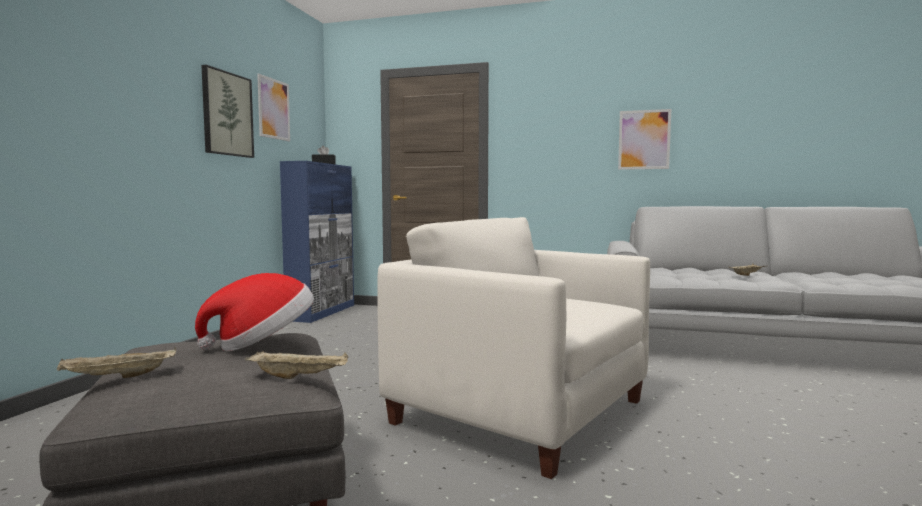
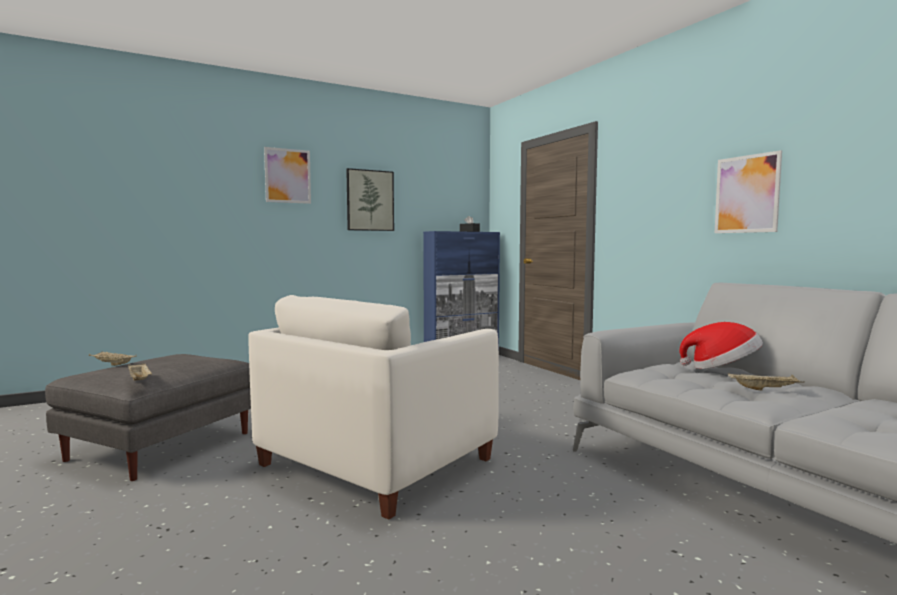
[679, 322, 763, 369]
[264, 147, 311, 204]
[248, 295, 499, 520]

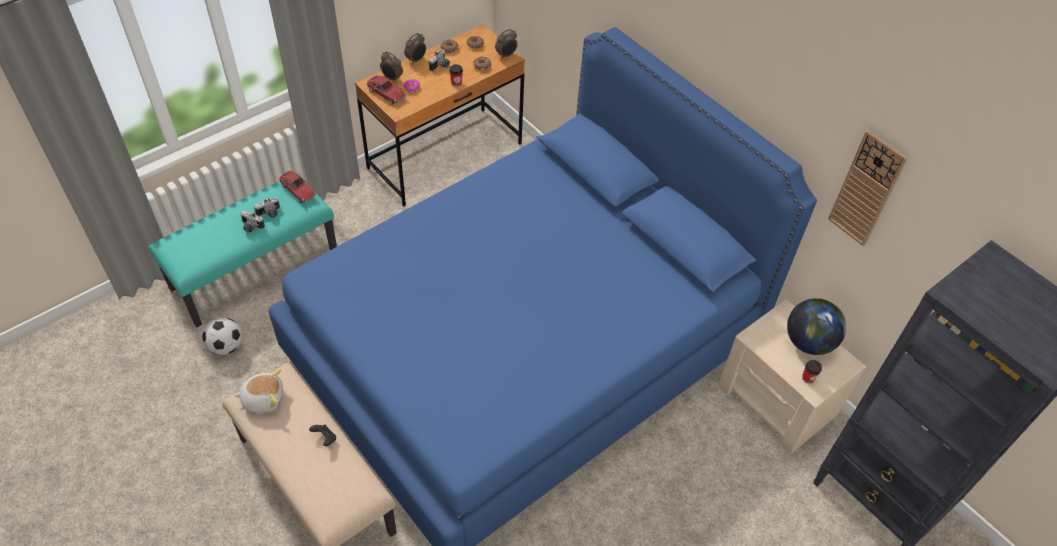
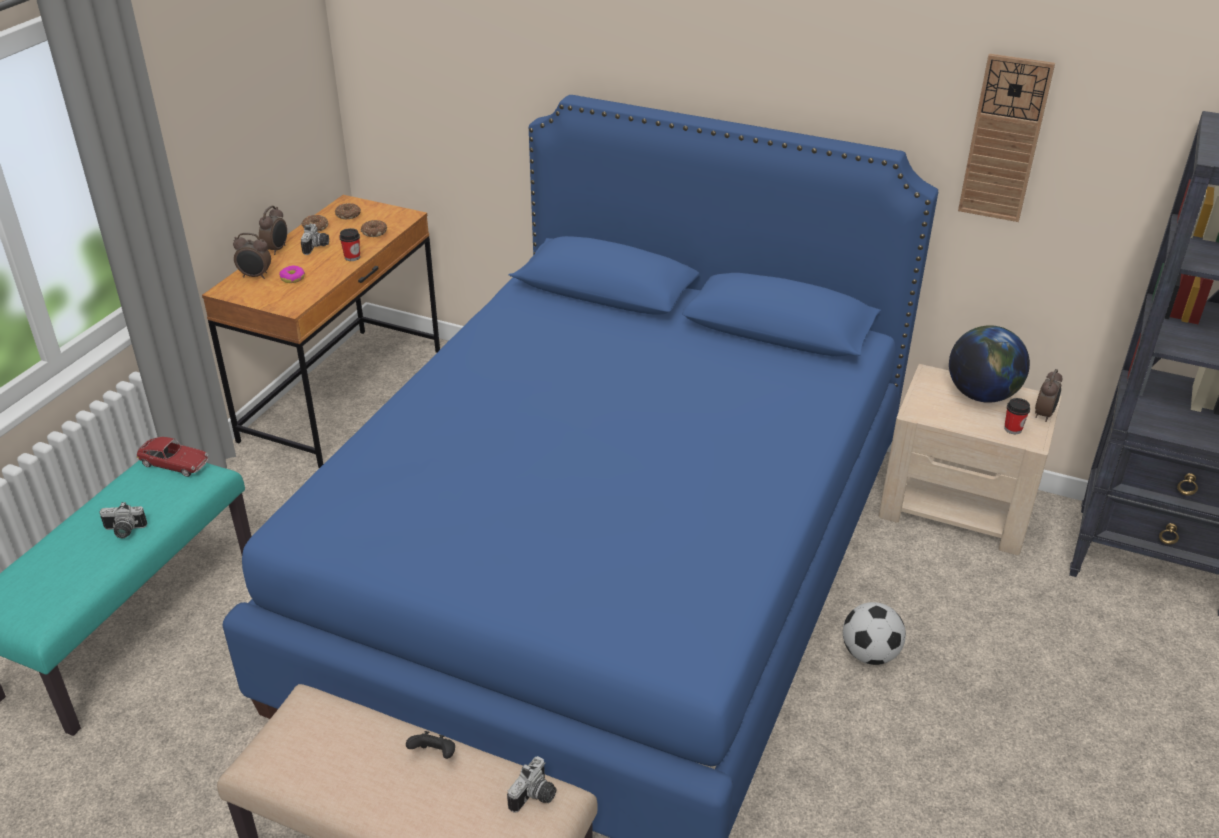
[843, 602, 906, 665]
[234, 369, 283, 413] (first image)
[507, 756, 556, 813]
[367, 75, 406, 105] (first image)
[1035, 369, 1062, 422]

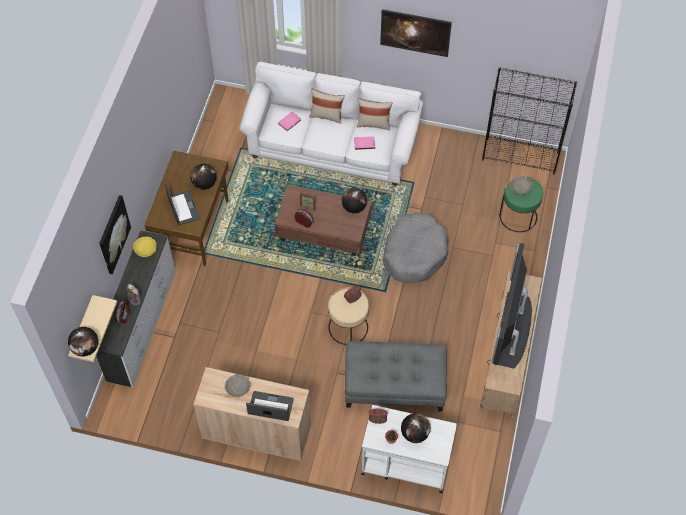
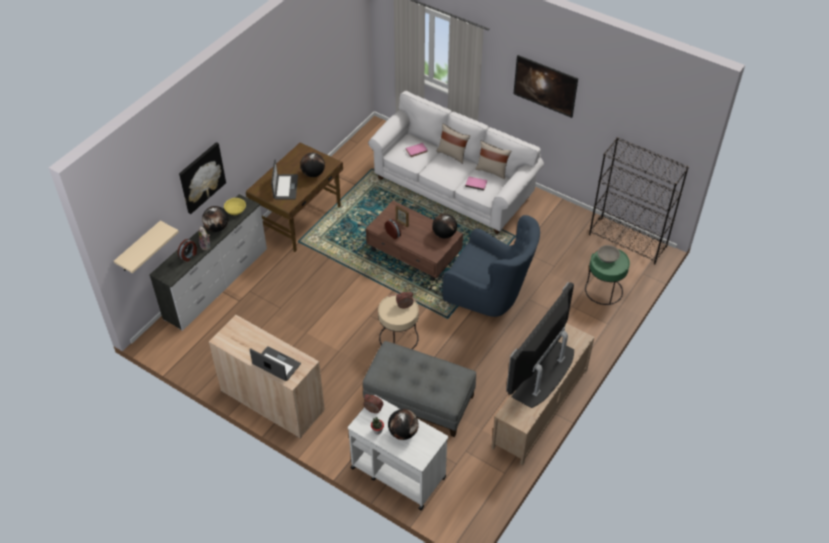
[202, 206, 228, 232]
[225, 374, 250, 397] (first image)
[443, 215, 540, 317]

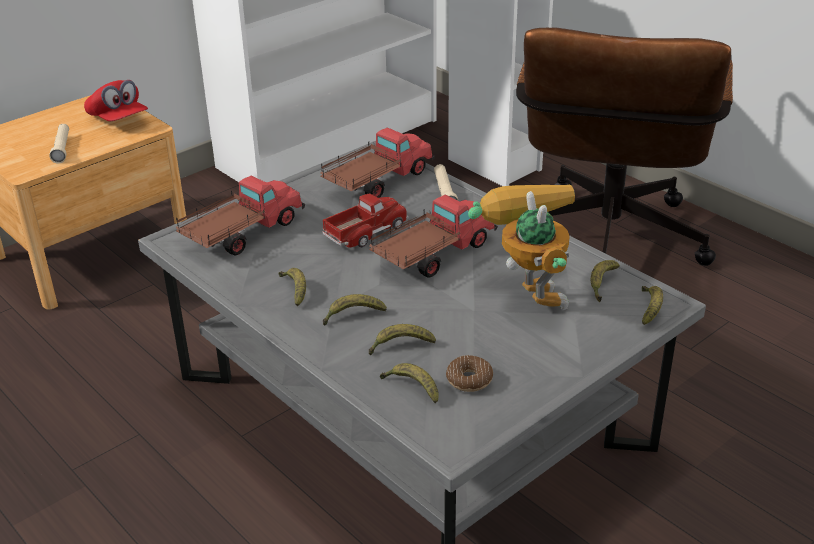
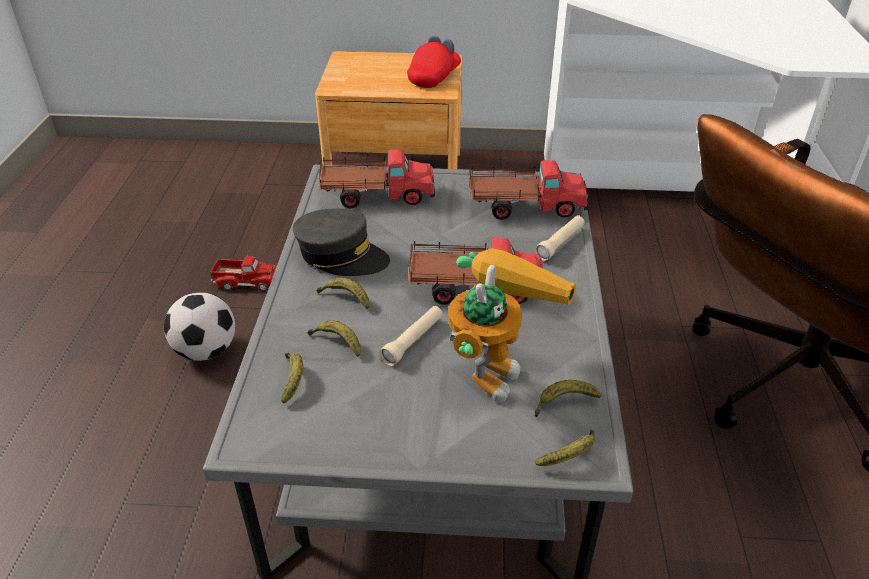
[379, 306, 443, 366]
[407, 36, 461, 88]
[293, 209, 390, 276]
[210, 256, 277, 291]
[446, 355, 493, 392] (first image)
[164, 293, 236, 361]

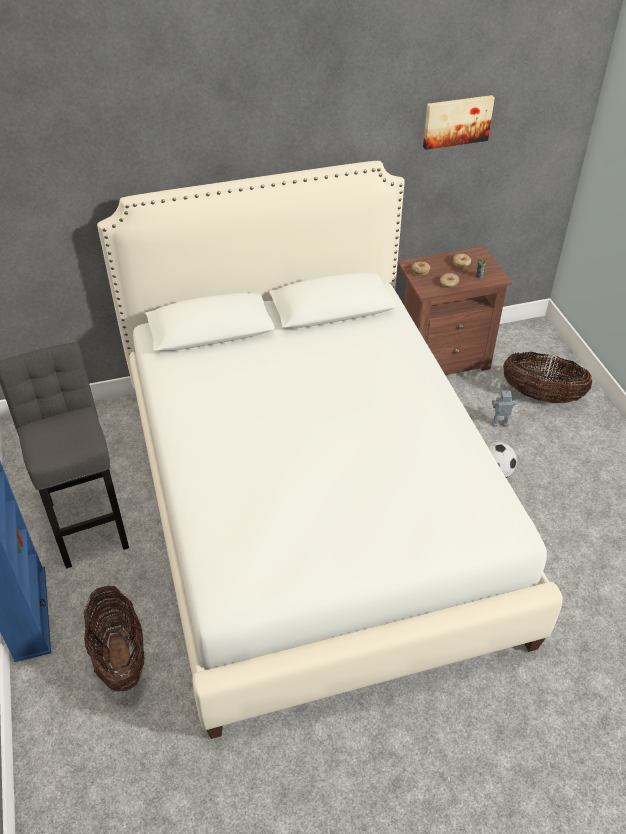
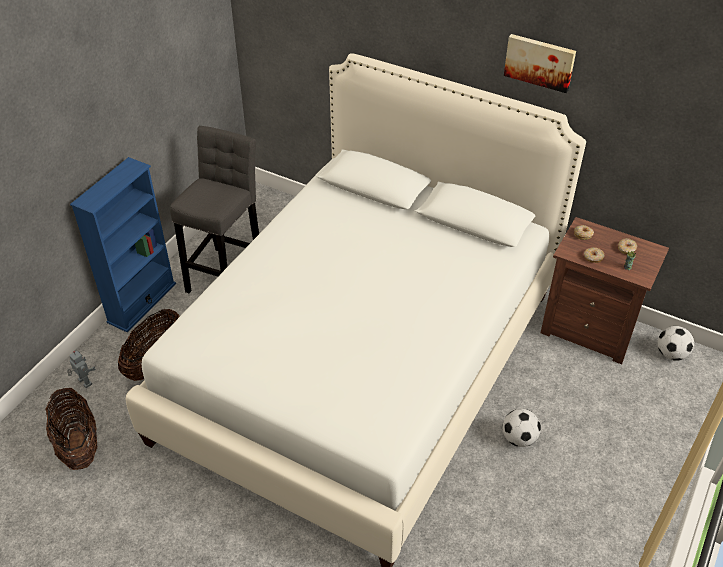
[504, 34, 576, 93]
[67, 351, 96, 388]
[45, 388, 97, 470]
[658, 326, 694, 361]

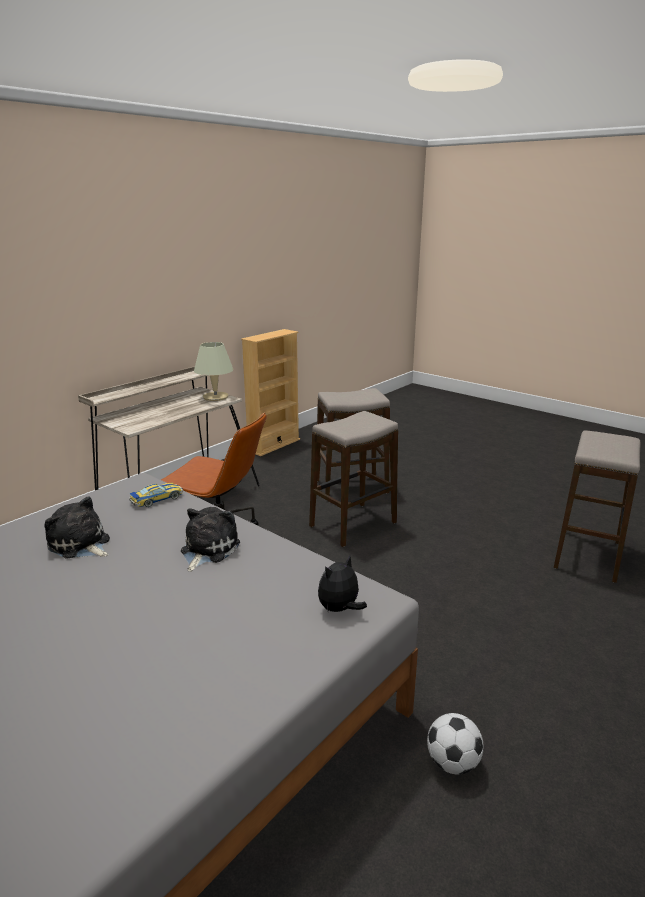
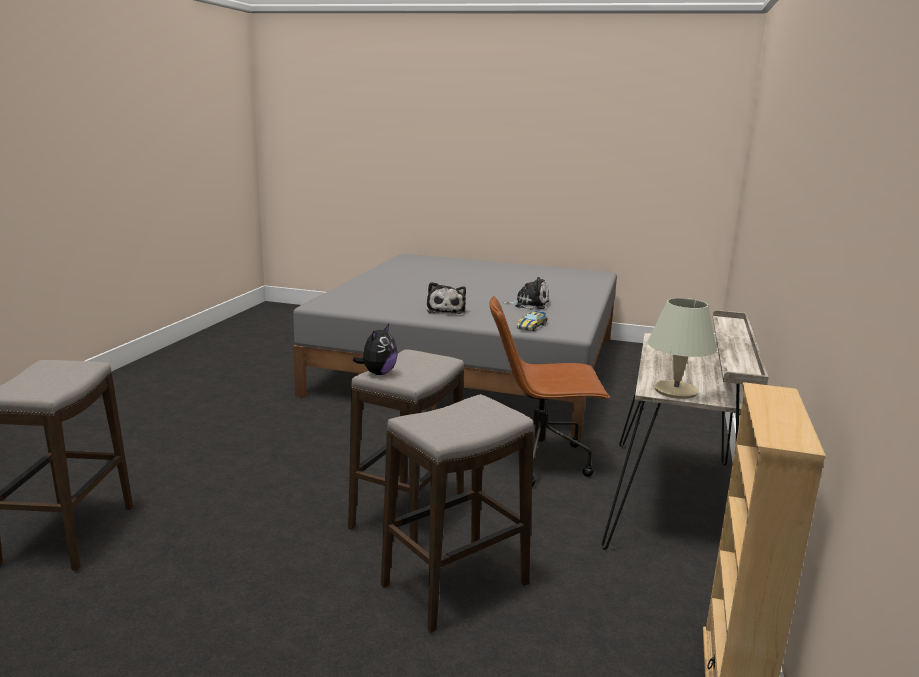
[353, 324, 397, 375]
[427, 713, 484, 775] (first image)

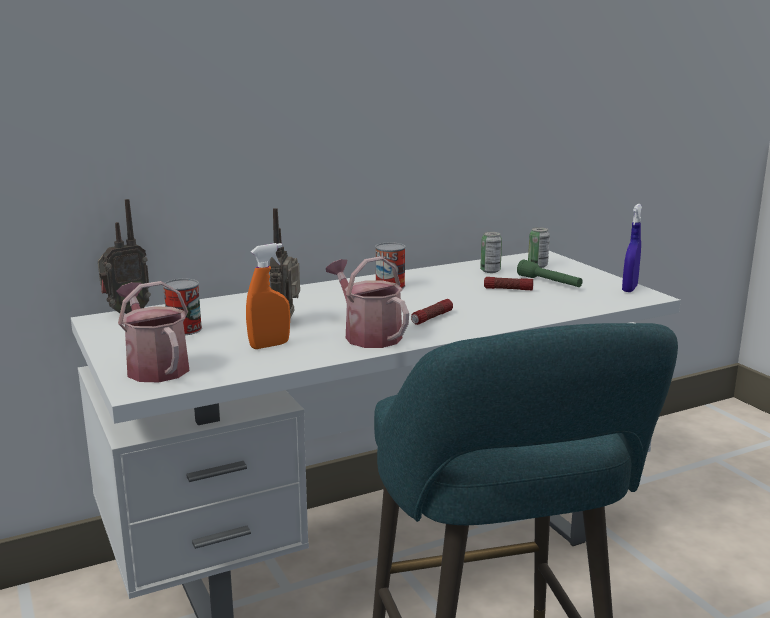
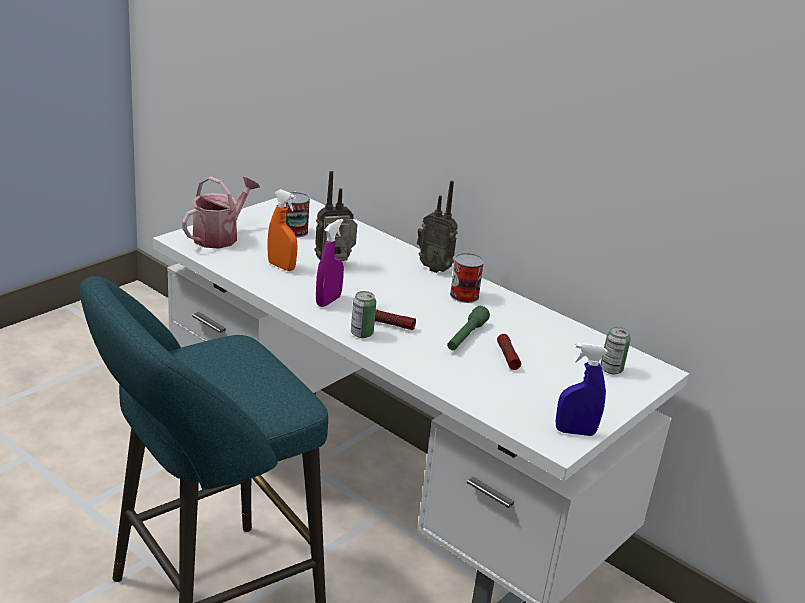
[417, 181, 458, 273]
[316, 219, 344, 307]
[351, 291, 376, 338]
[447, 306, 490, 350]

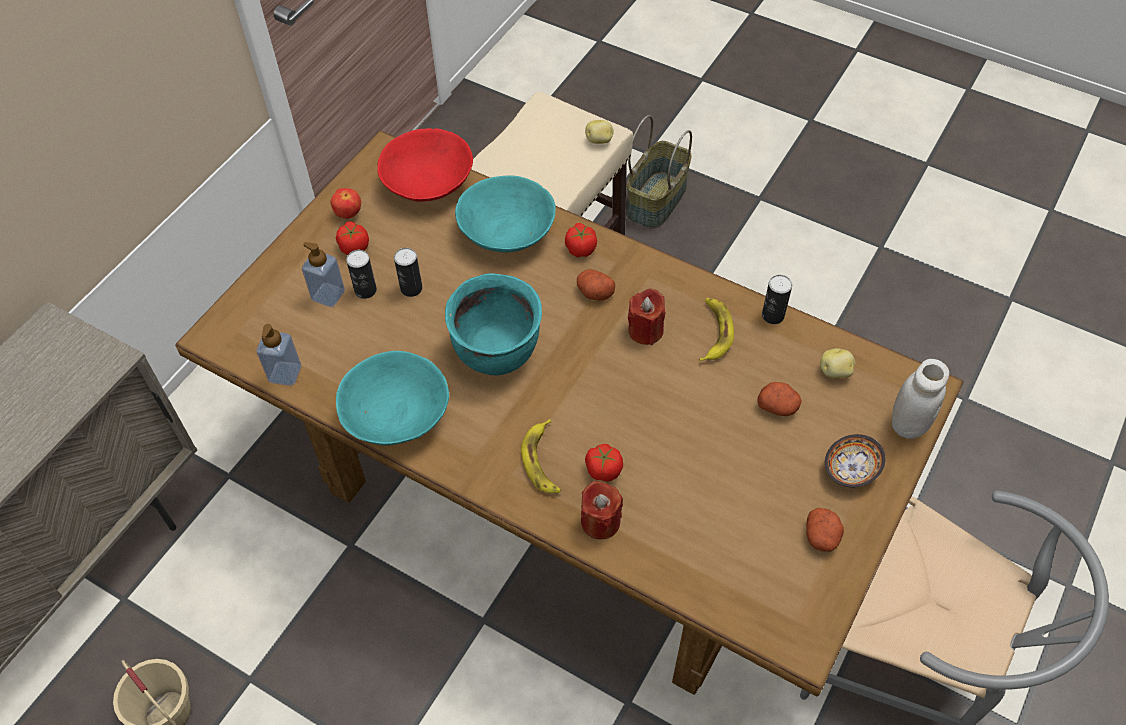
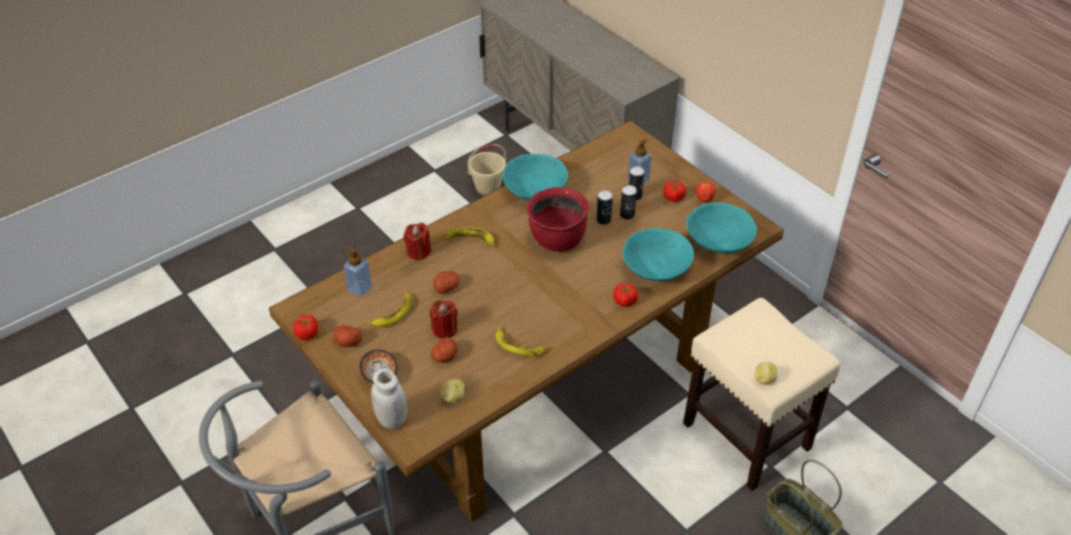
[343, 247, 372, 297]
[686, 202, 757, 254]
[526, 187, 589, 252]
[433, 271, 460, 294]
[293, 315, 318, 340]
[430, 300, 458, 339]
[596, 190, 613, 225]
[366, 292, 413, 327]

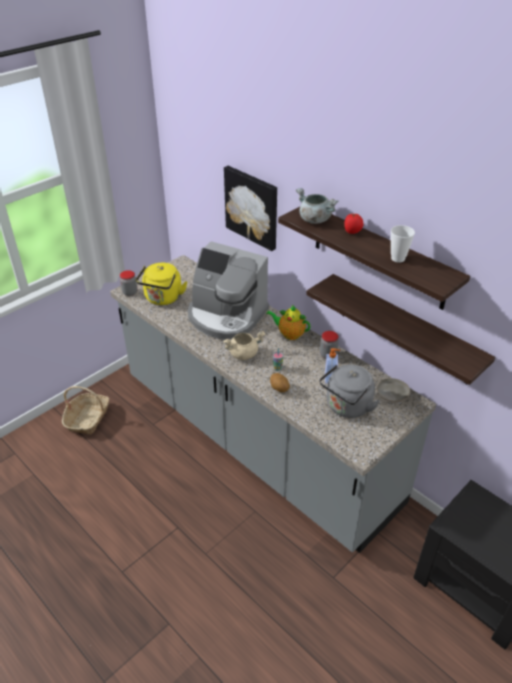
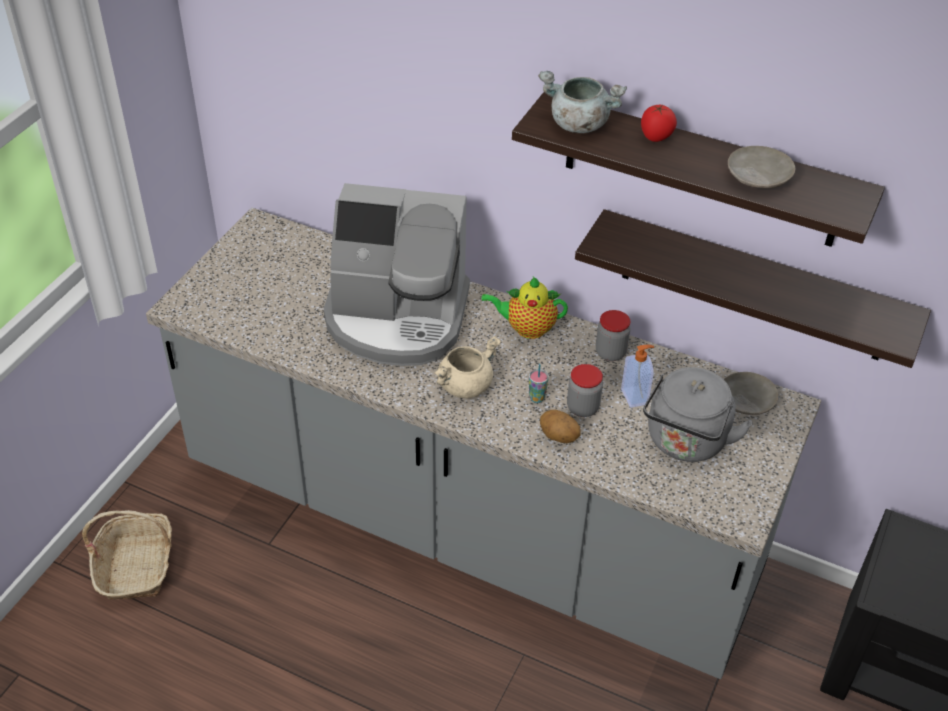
[567, 364, 603, 417]
[136, 263, 187, 305] (first image)
[224, 166, 277, 251] (first image)
[728, 146, 795, 188]

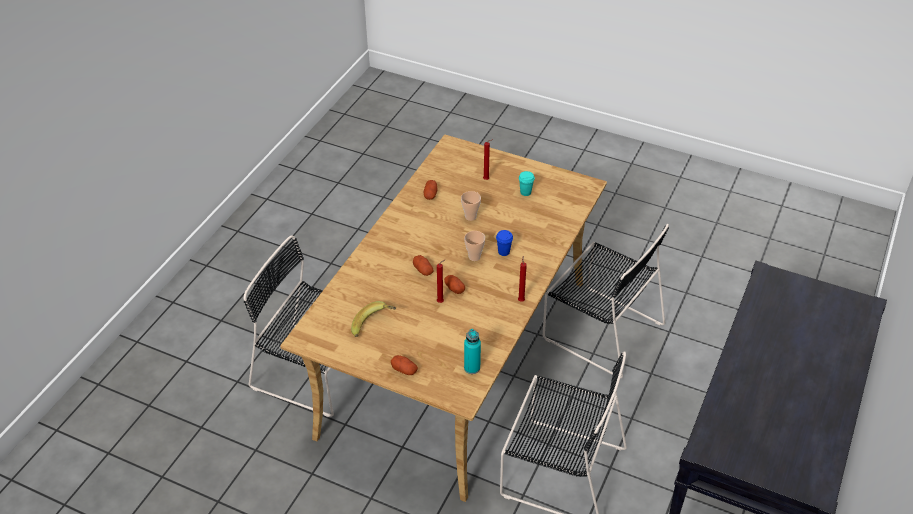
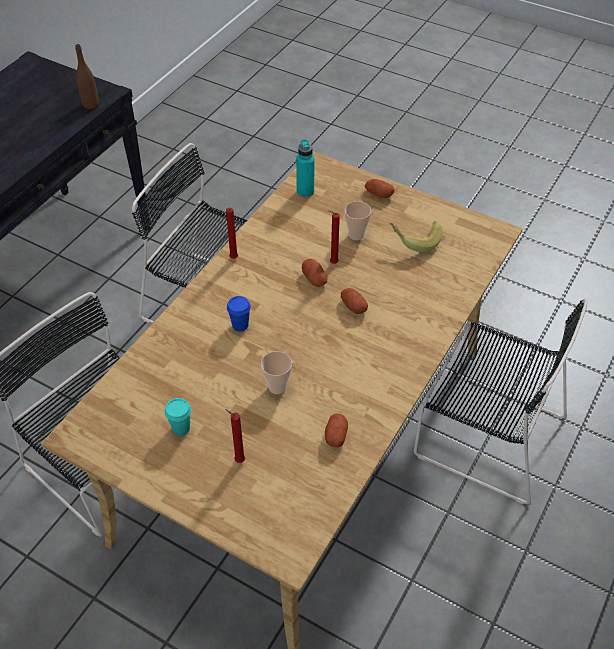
[345, 201, 371, 240]
[75, 44, 99, 109]

